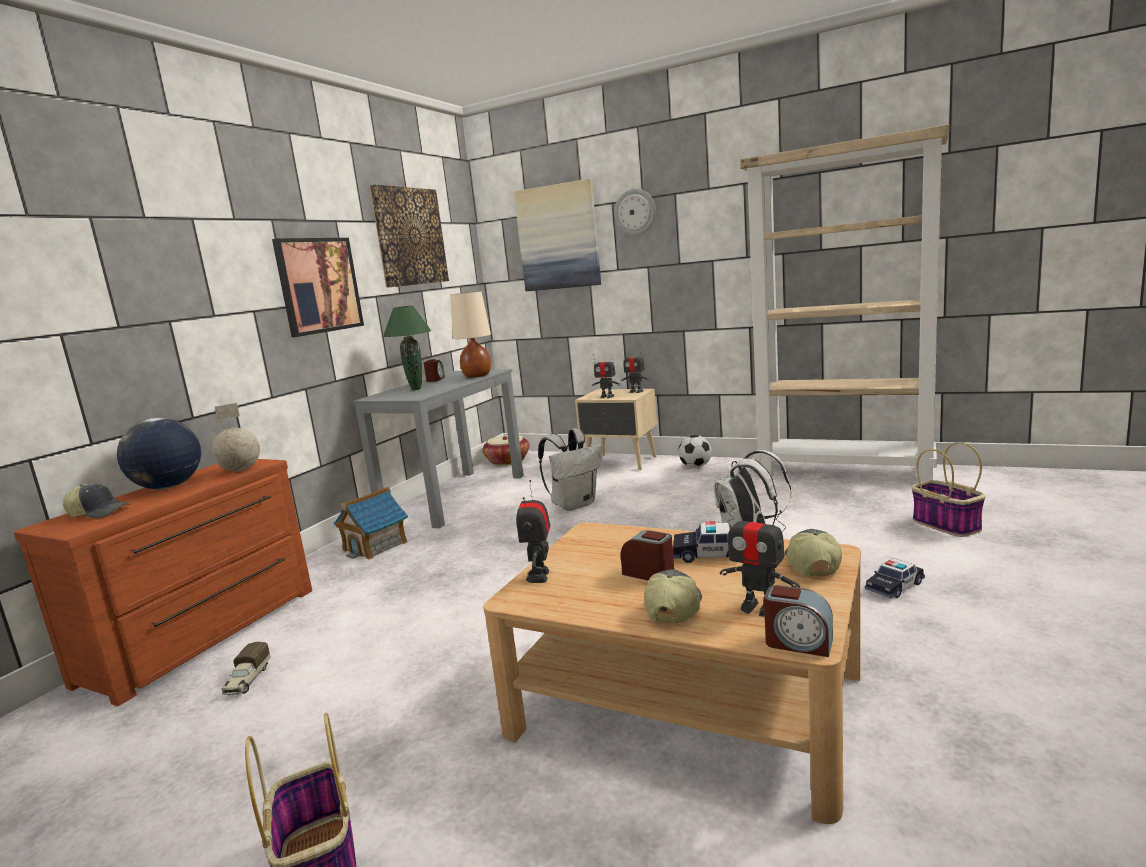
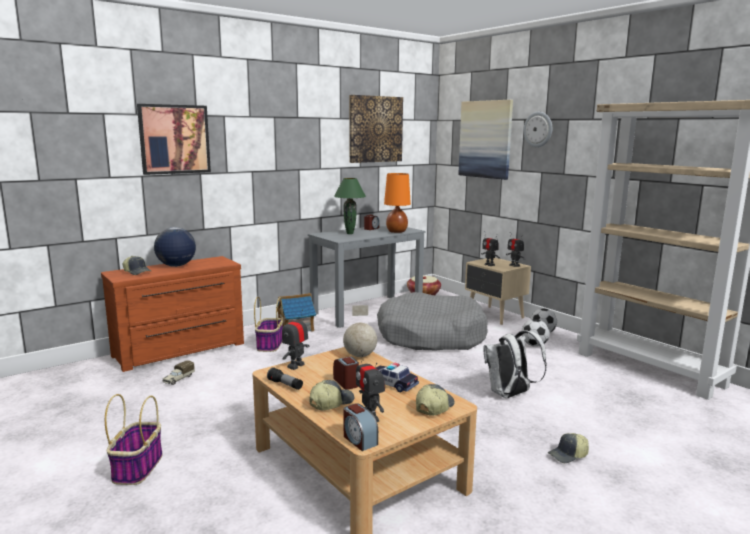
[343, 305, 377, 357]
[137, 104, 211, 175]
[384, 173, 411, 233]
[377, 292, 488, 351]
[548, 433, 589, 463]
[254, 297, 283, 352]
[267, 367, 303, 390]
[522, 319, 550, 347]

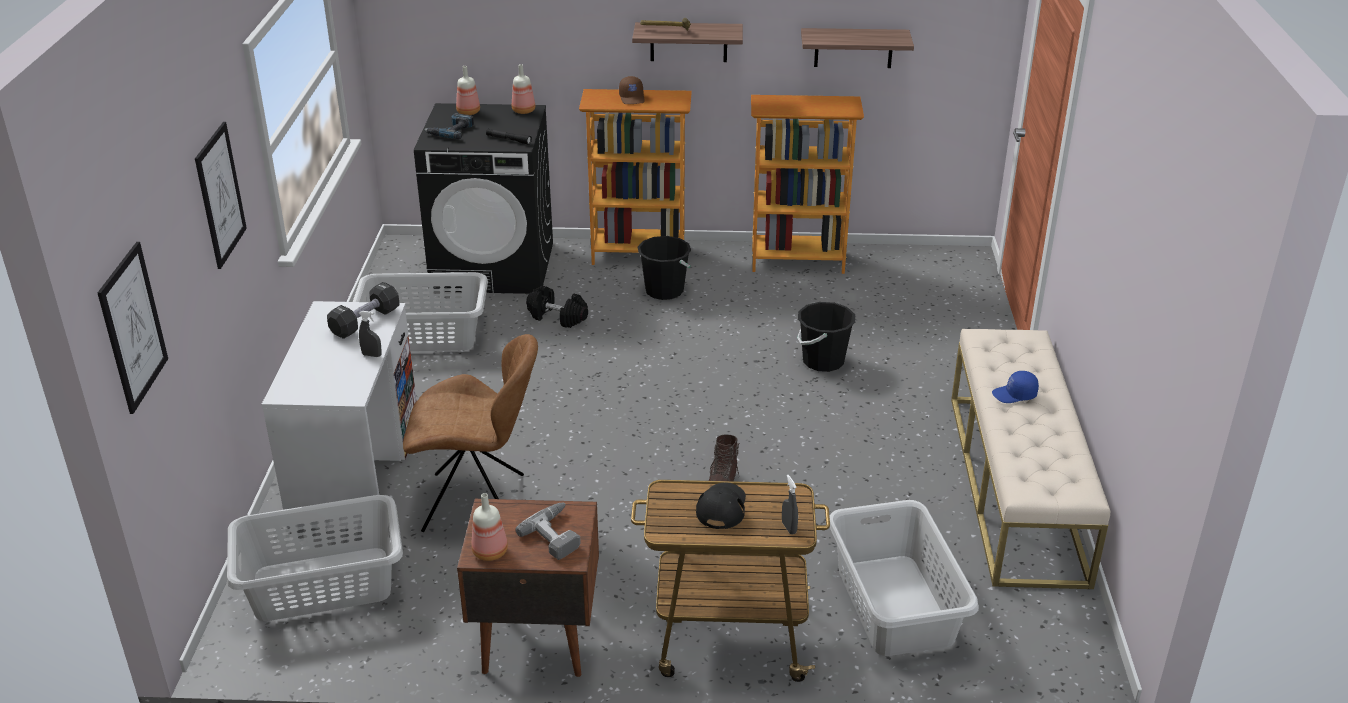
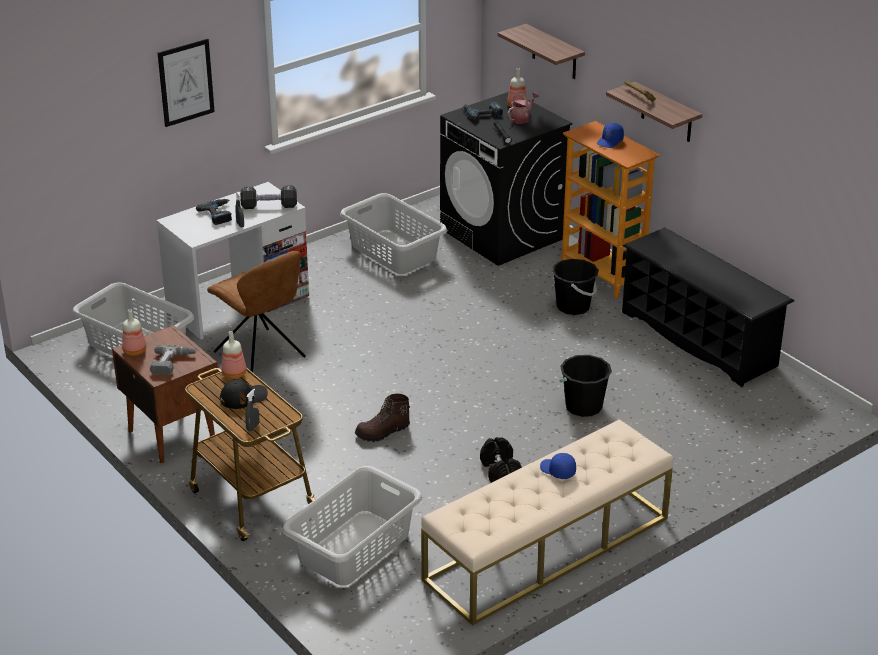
[98, 242, 168, 414] (first image)
[222, 331, 246, 379]
[480, 437, 522, 483]
[597, 123, 624, 148]
[622, 227, 794, 387]
[498, 24, 585, 79]
[196, 199, 232, 225]
[508, 92, 539, 124]

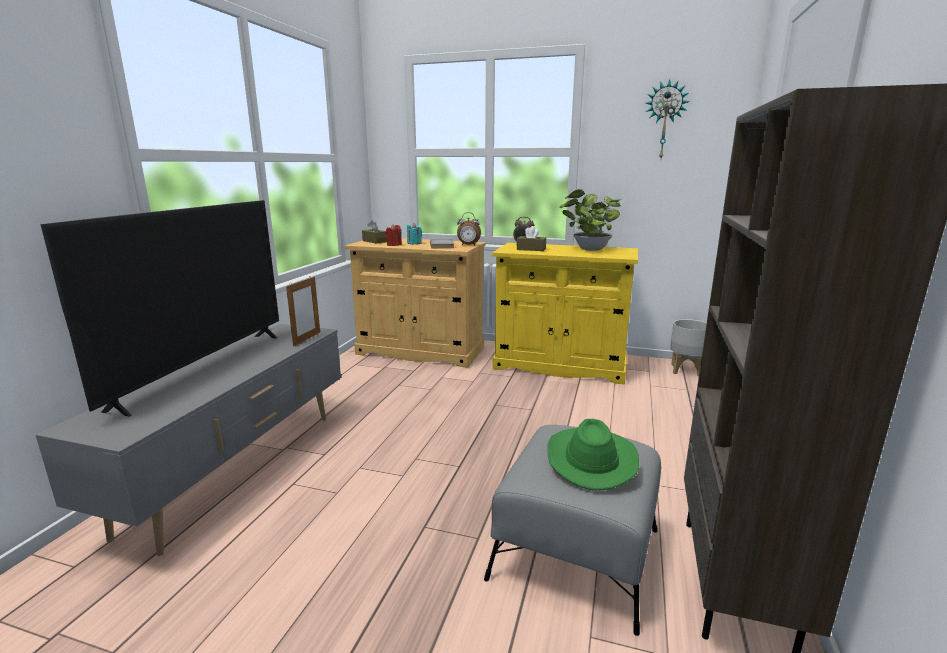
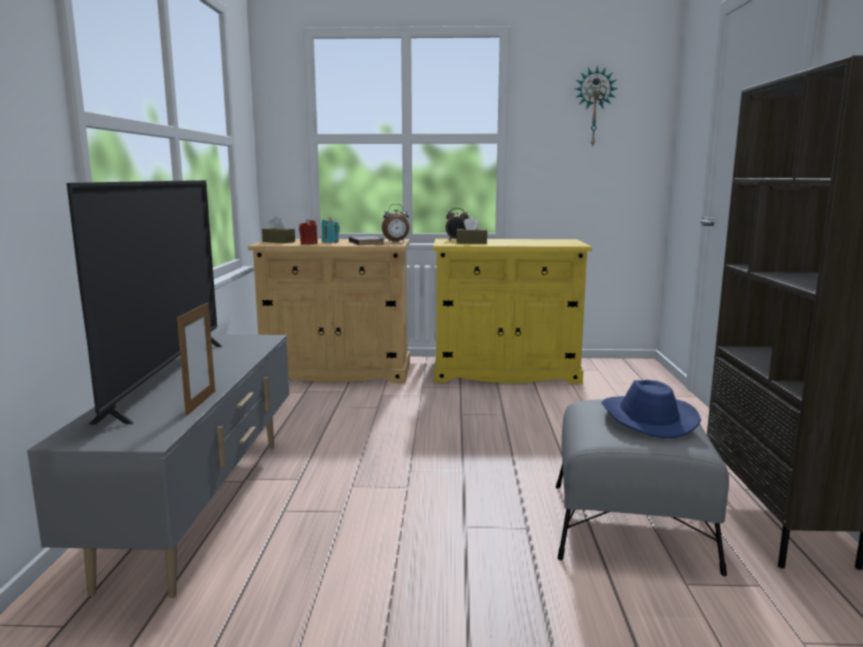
[177, 301, 215, 416]
[601, 380, 701, 439]
[559, 189, 622, 251] (first image)
[670, 319, 707, 376] (first image)

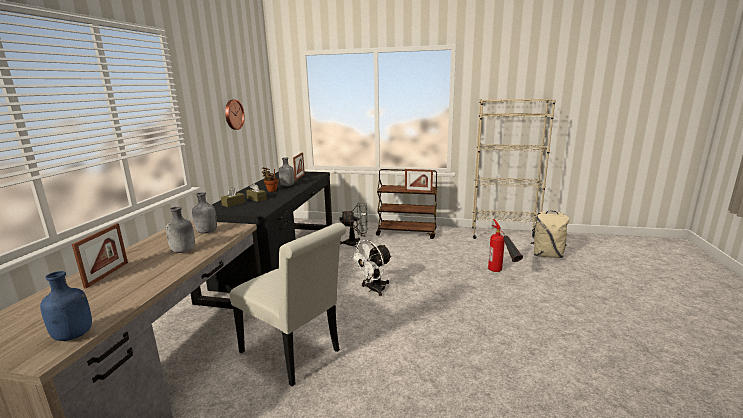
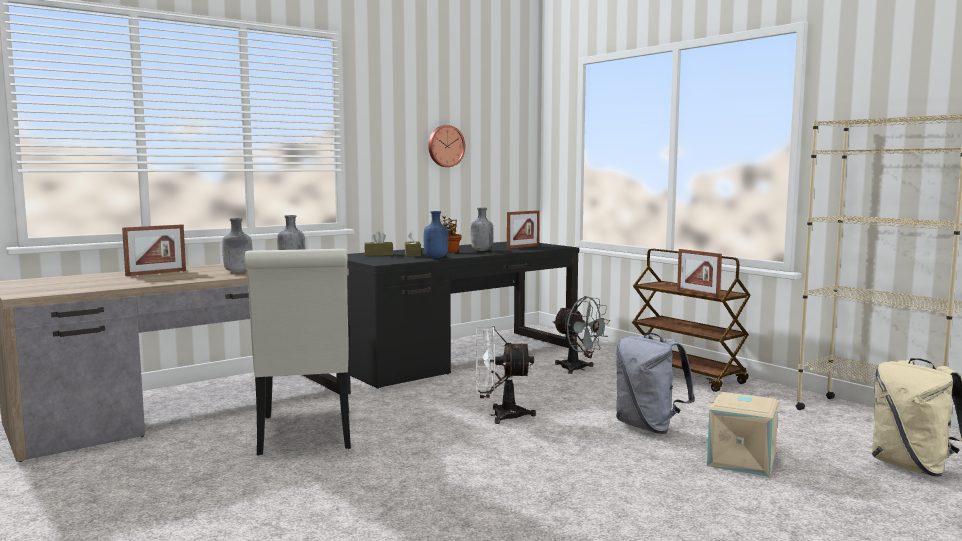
[424, 211, 449, 258]
[707, 392, 781, 477]
[616, 333, 695, 434]

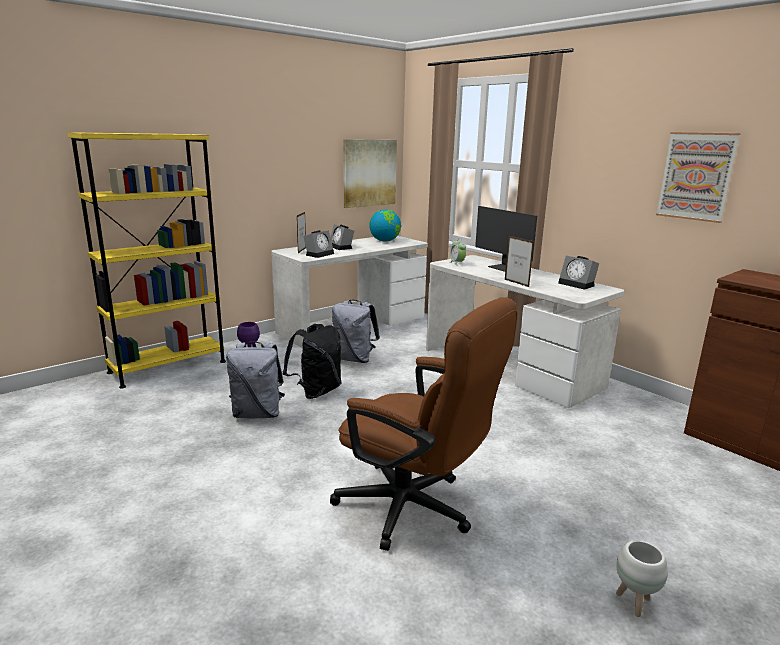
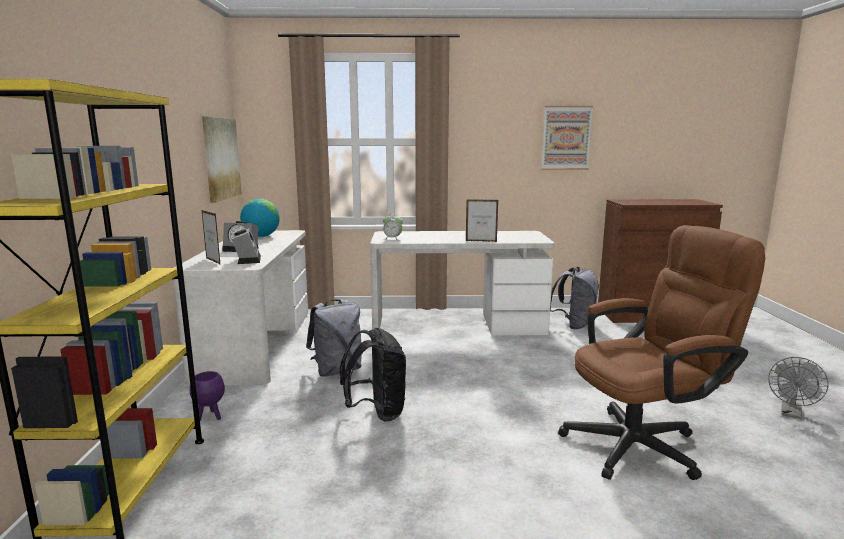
[550, 267, 599, 329]
[475, 206, 537, 272] (first image)
[558, 256, 599, 290] (first image)
[768, 357, 828, 419]

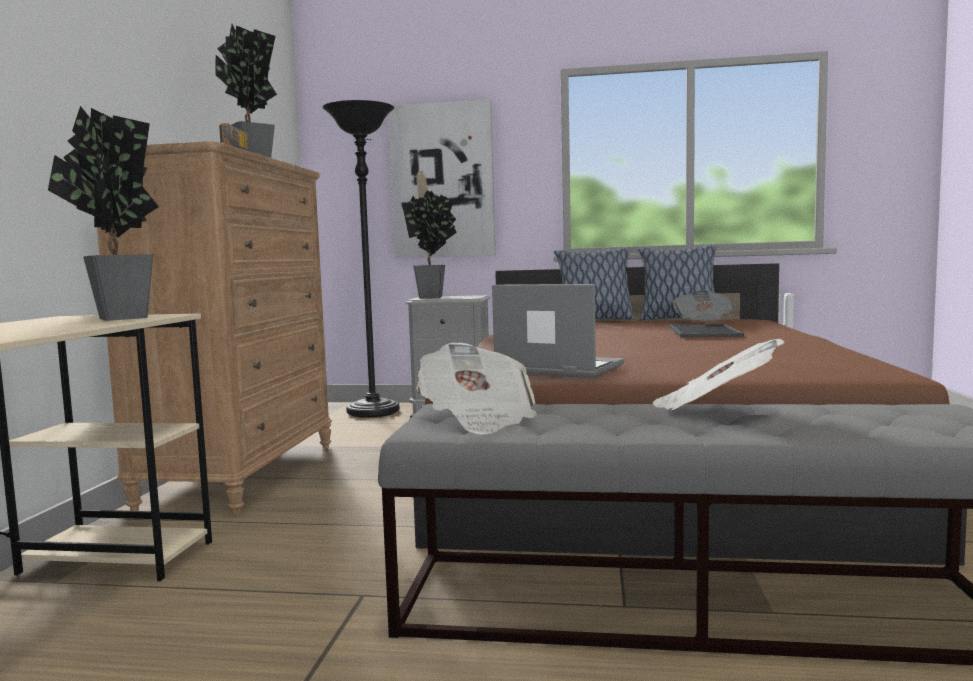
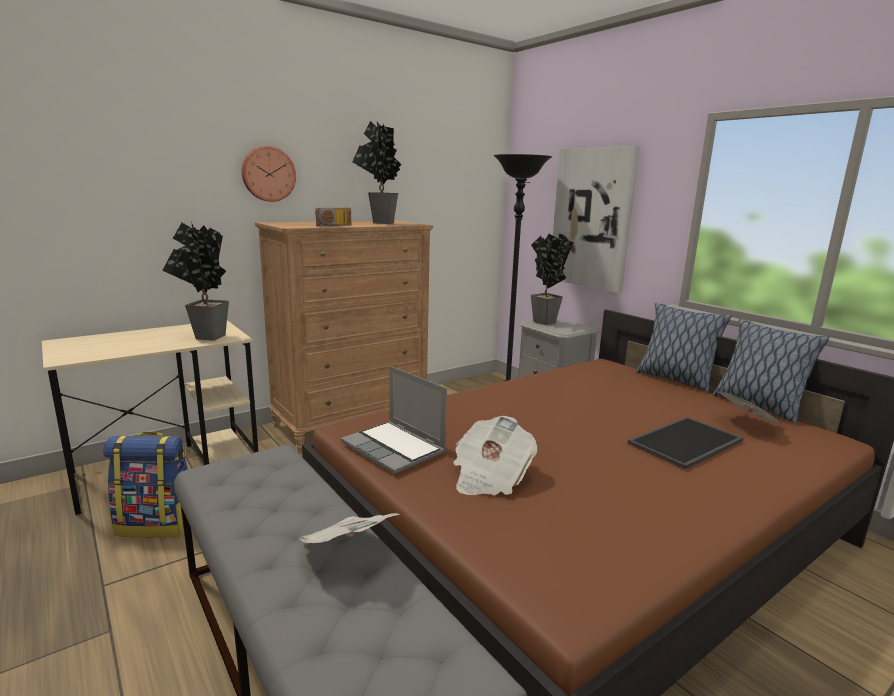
[453, 416, 537, 495]
[341, 366, 447, 474]
[103, 432, 187, 538]
[241, 146, 296, 202]

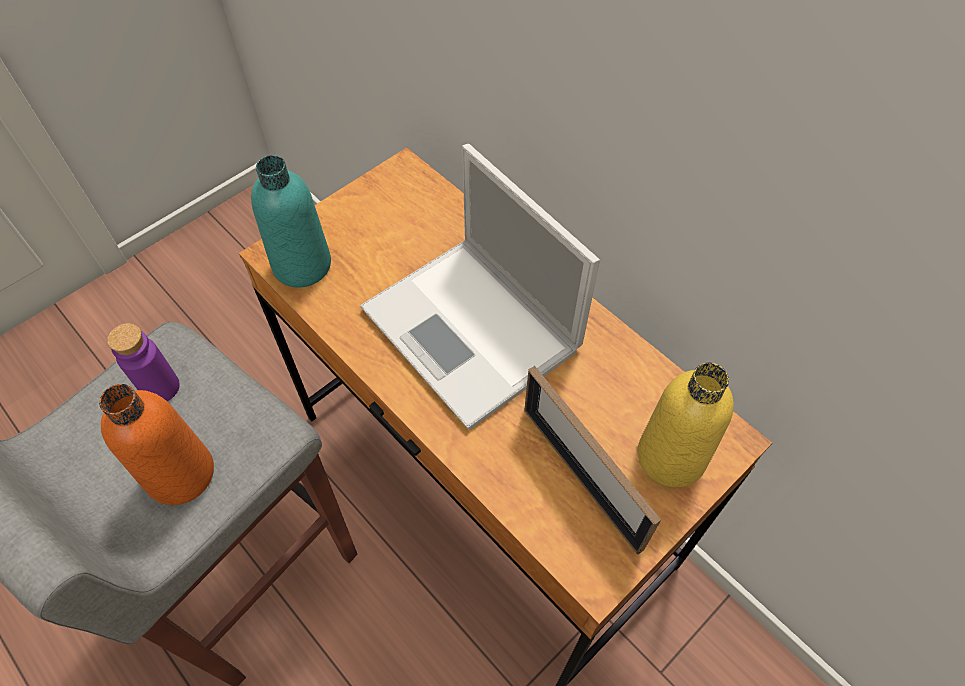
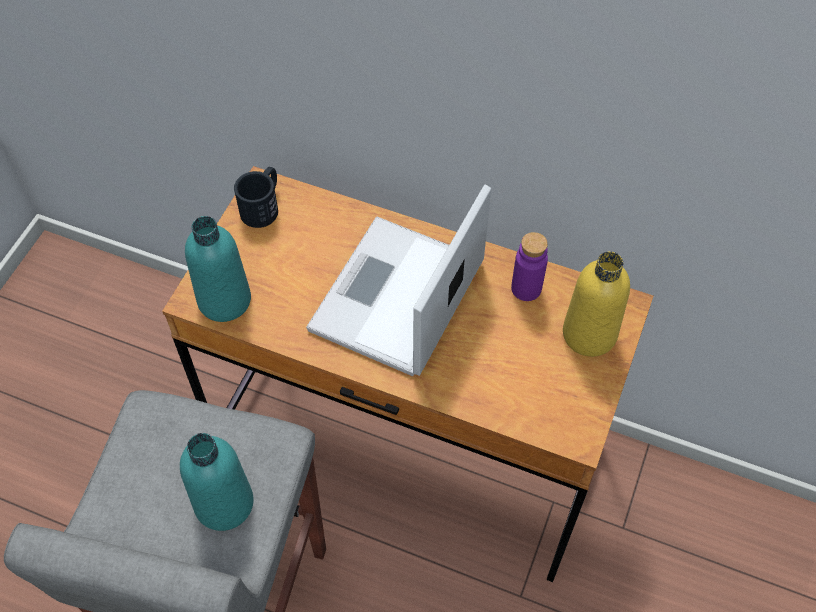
[180, 433, 254, 531]
[511, 232, 548, 301]
[306, 185, 491, 376]
[524, 366, 661, 555] (first image)
[234, 167, 278, 228]

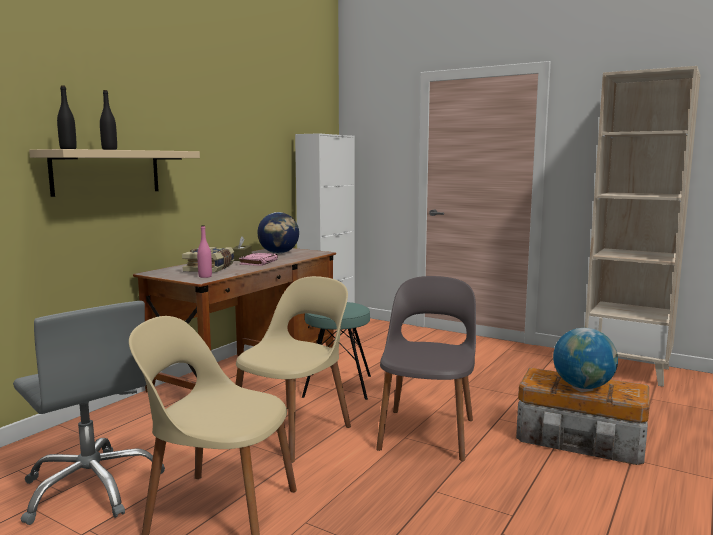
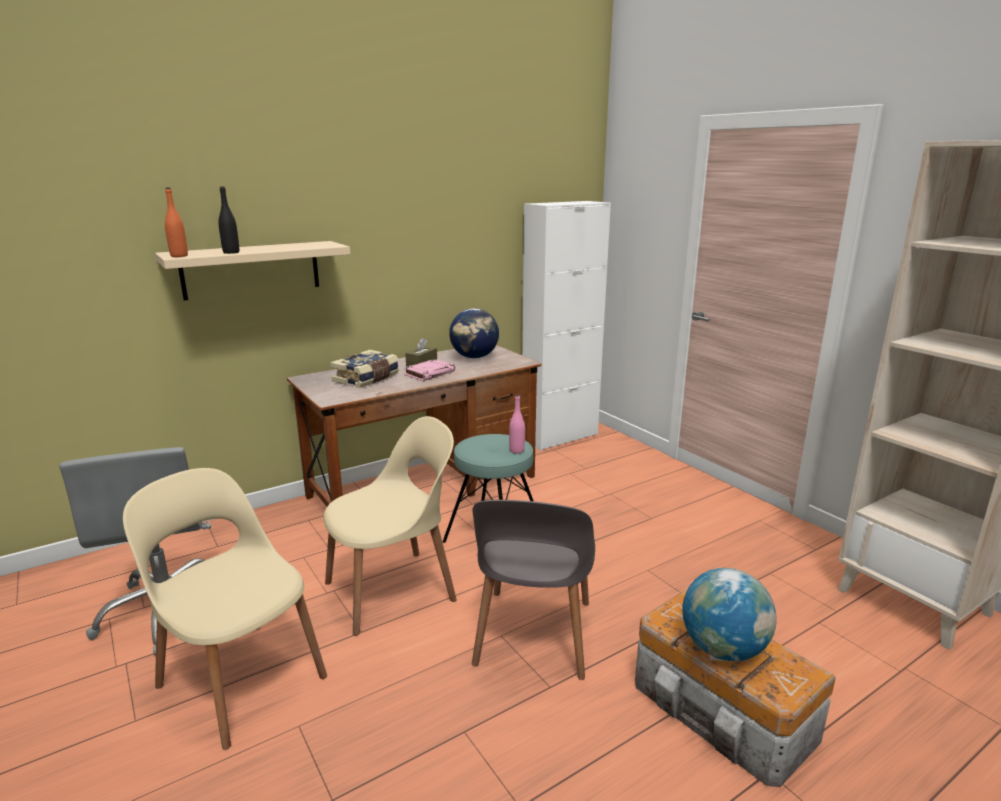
[165, 188, 188, 257]
[509, 394, 525, 454]
[472, 500, 595, 680]

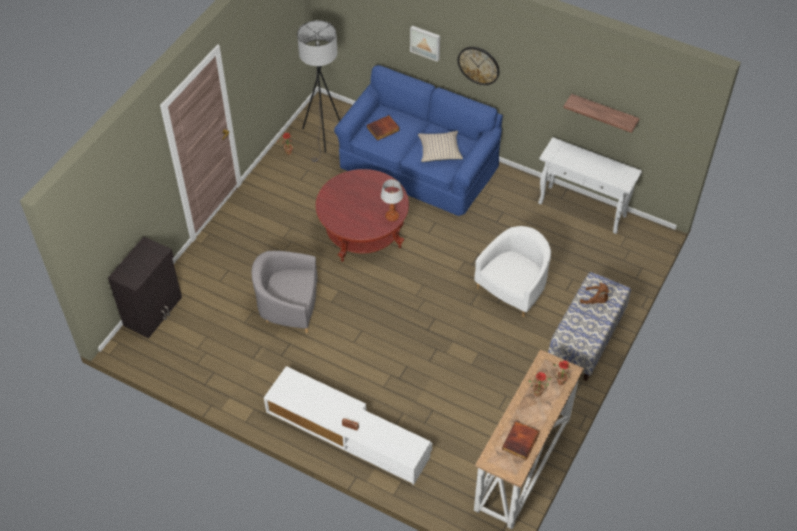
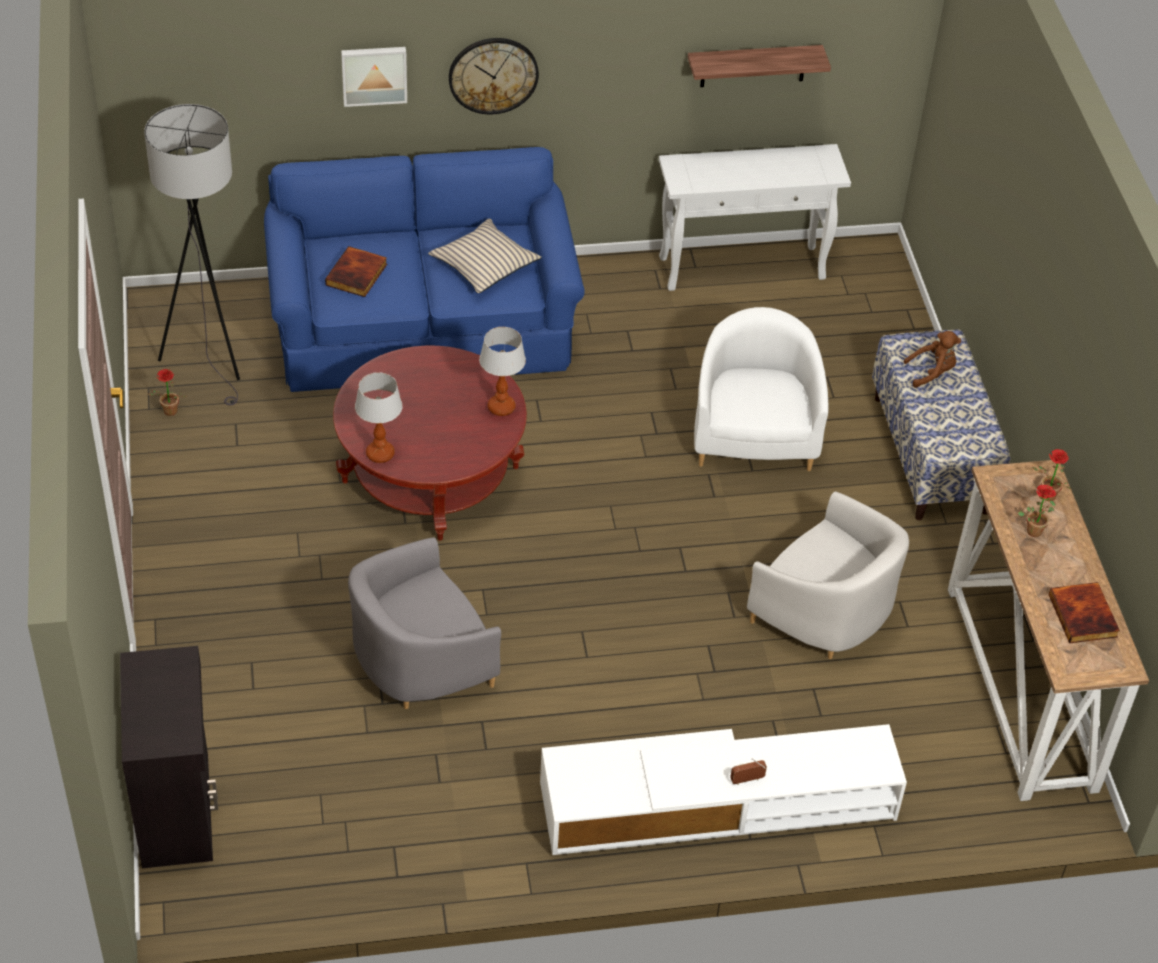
[355, 372, 403, 463]
[747, 491, 909, 659]

